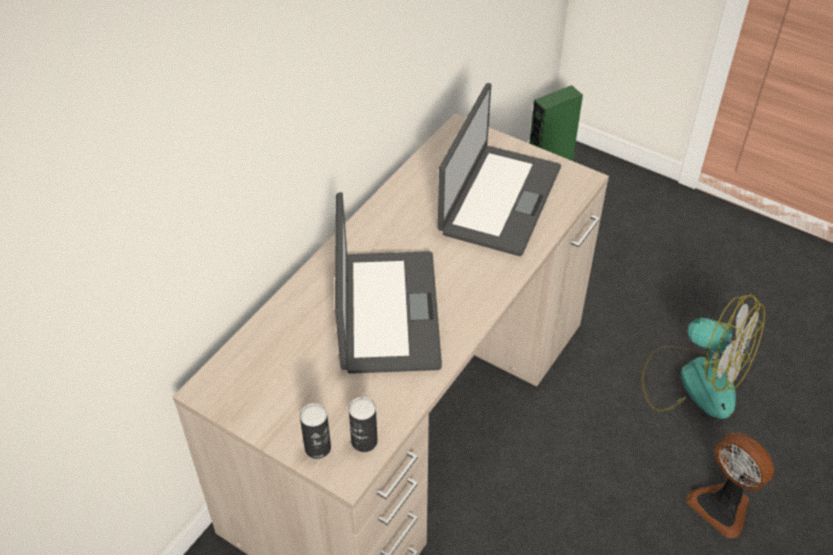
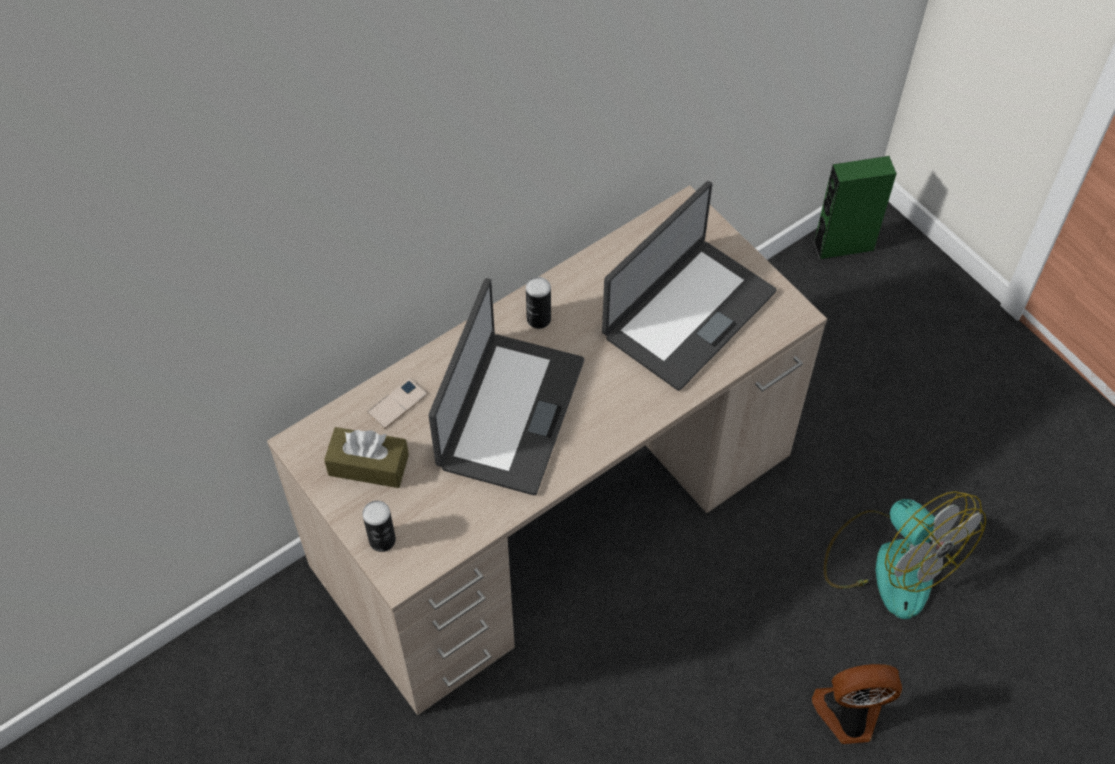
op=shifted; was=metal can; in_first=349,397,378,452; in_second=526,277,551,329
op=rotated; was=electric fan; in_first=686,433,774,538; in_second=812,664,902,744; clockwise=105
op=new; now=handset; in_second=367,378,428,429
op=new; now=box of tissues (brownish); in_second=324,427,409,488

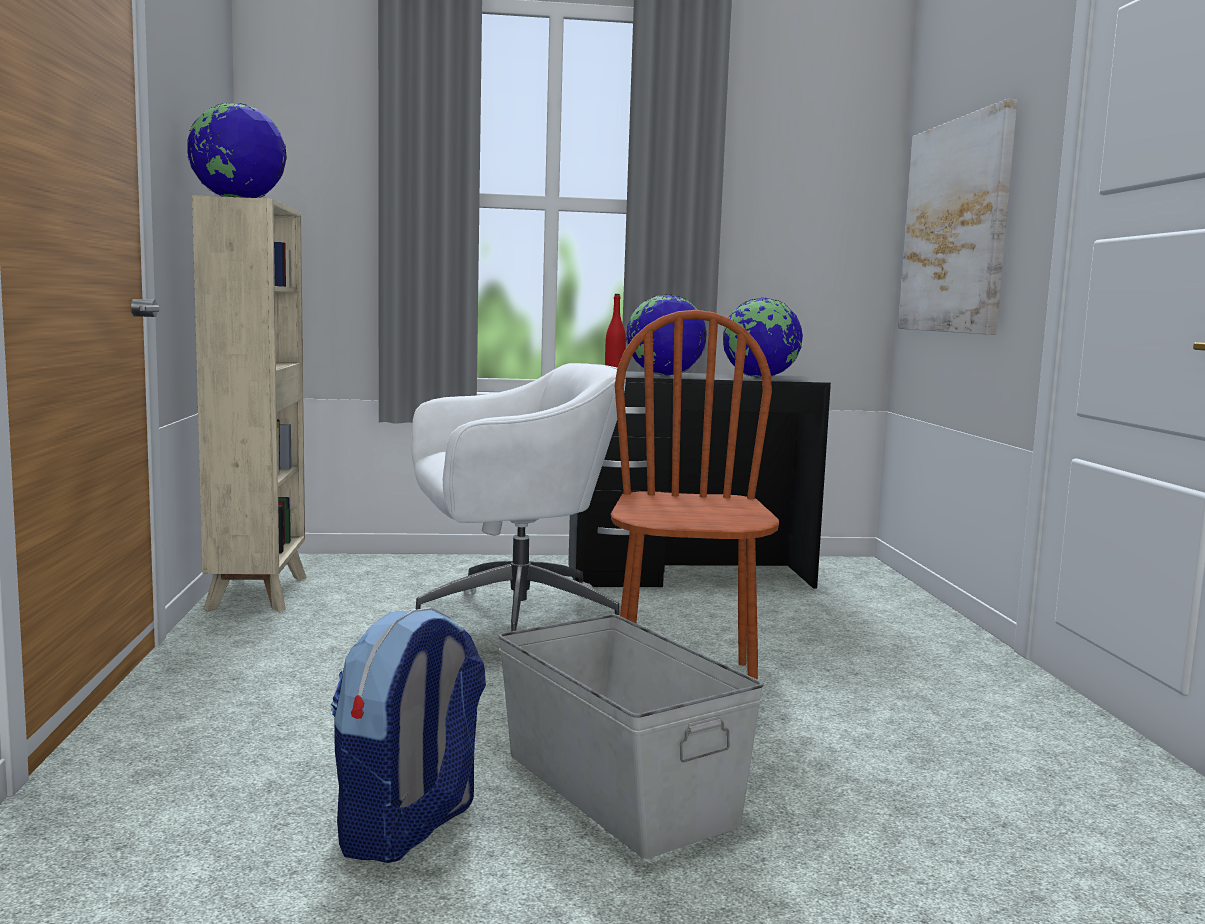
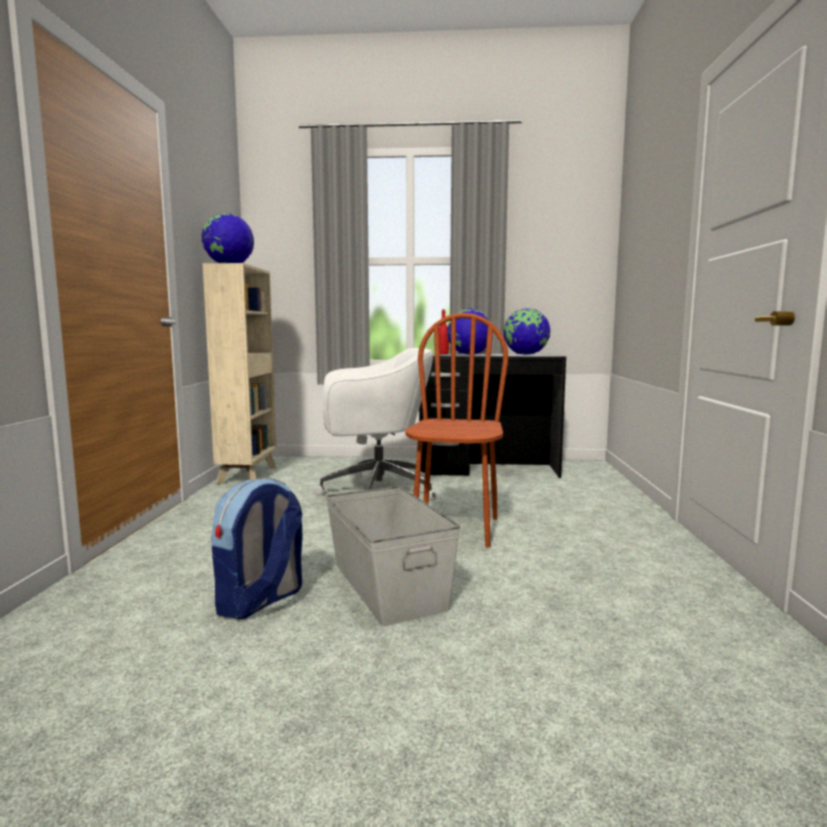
op=gone; was=wall art; in_first=898,99,1017,335

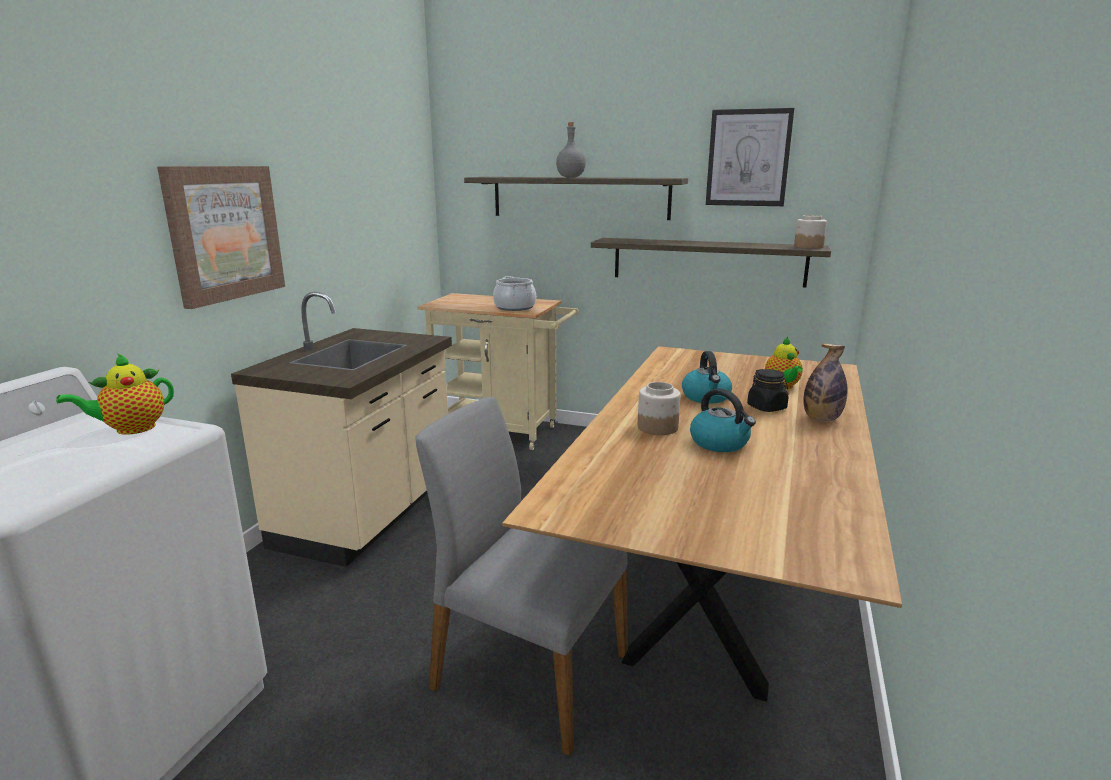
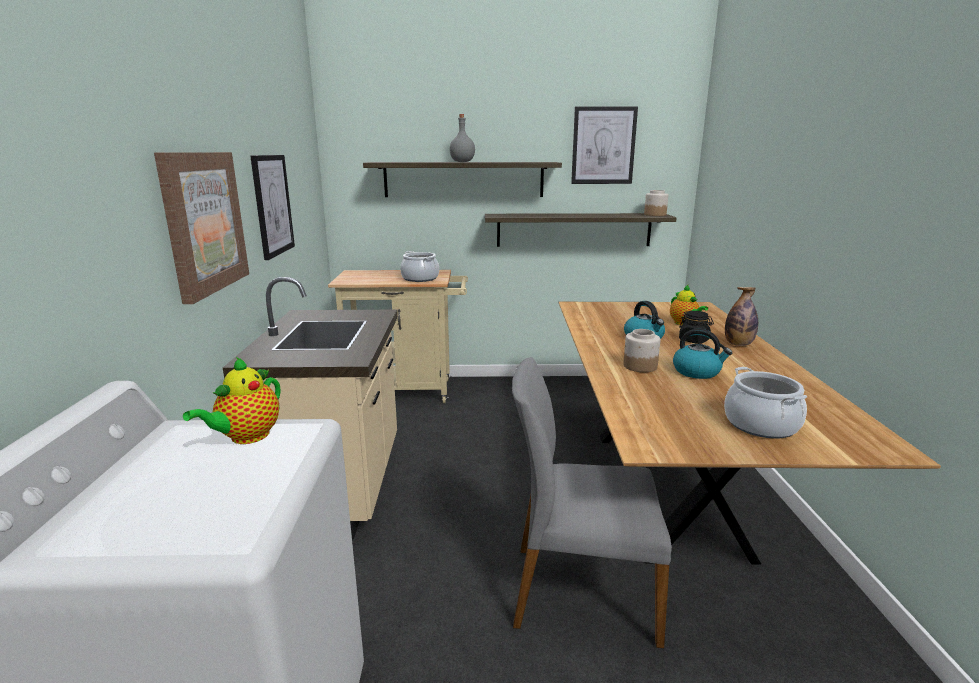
op=new; now=wall art; in_second=250,155,295,260
op=new; now=stockpot; in_second=724,367,807,438

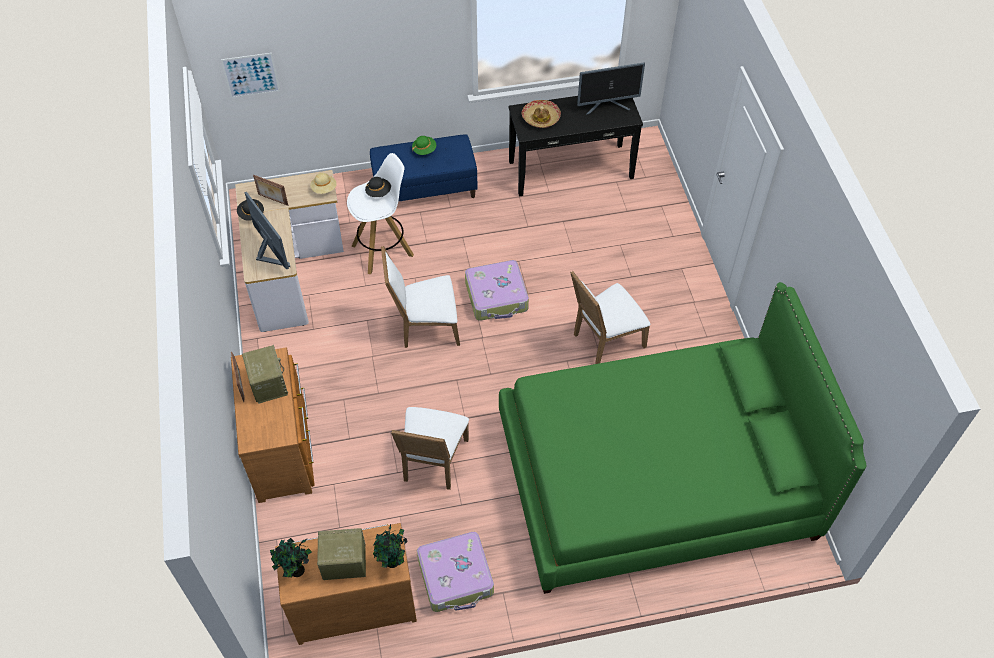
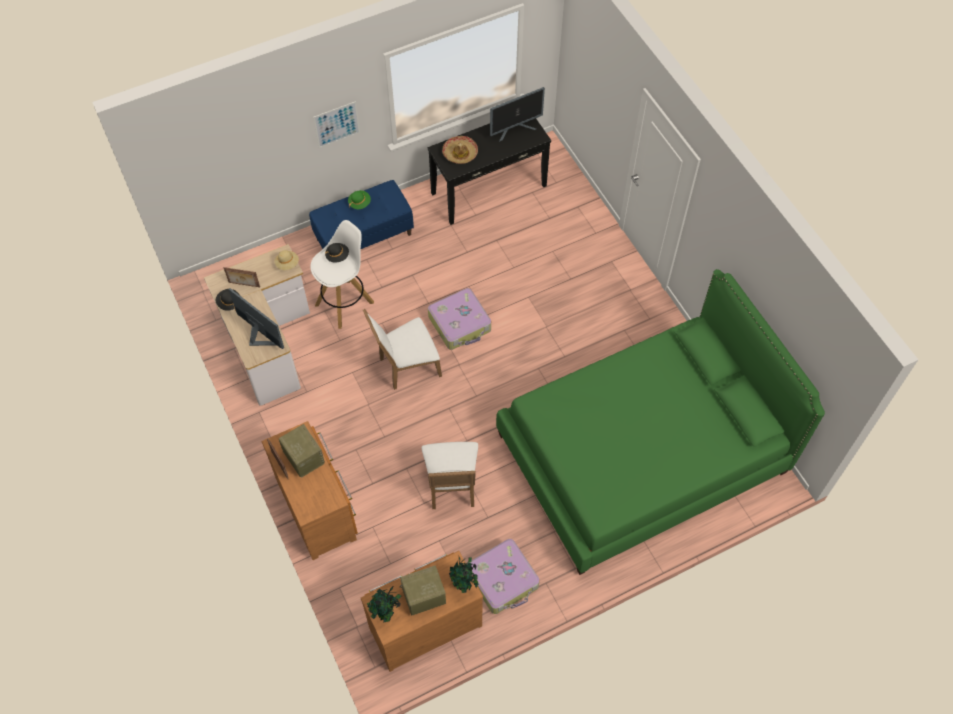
op=shifted; was=wall art; in_first=221,53,280,98; in_second=313,101,360,148
op=gone; was=upright chair (white-coloured); in_first=570,271,650,364

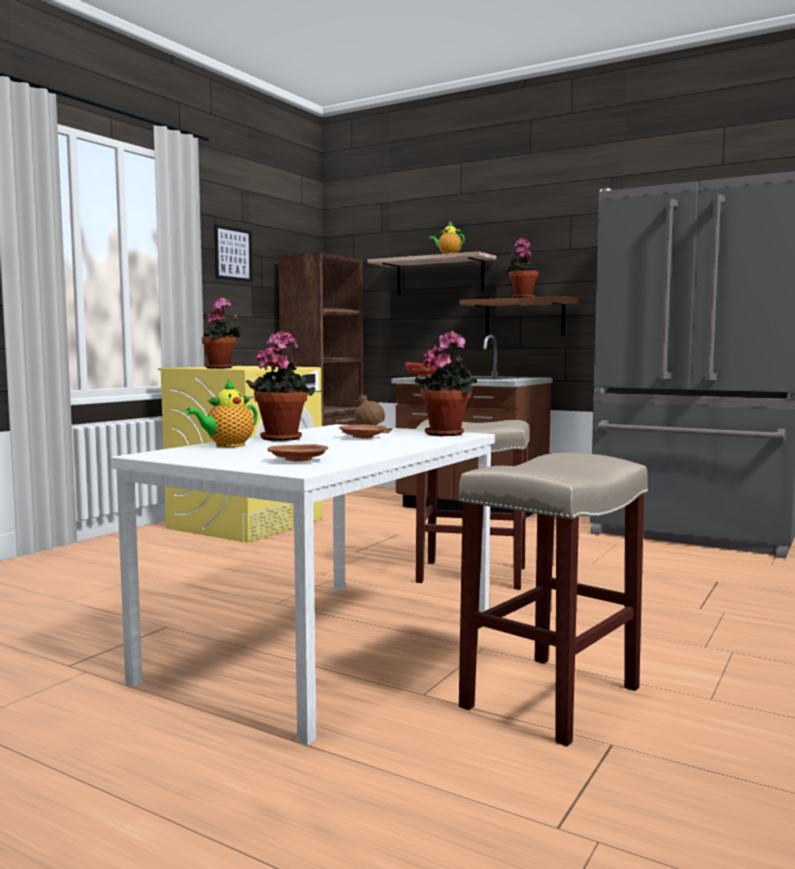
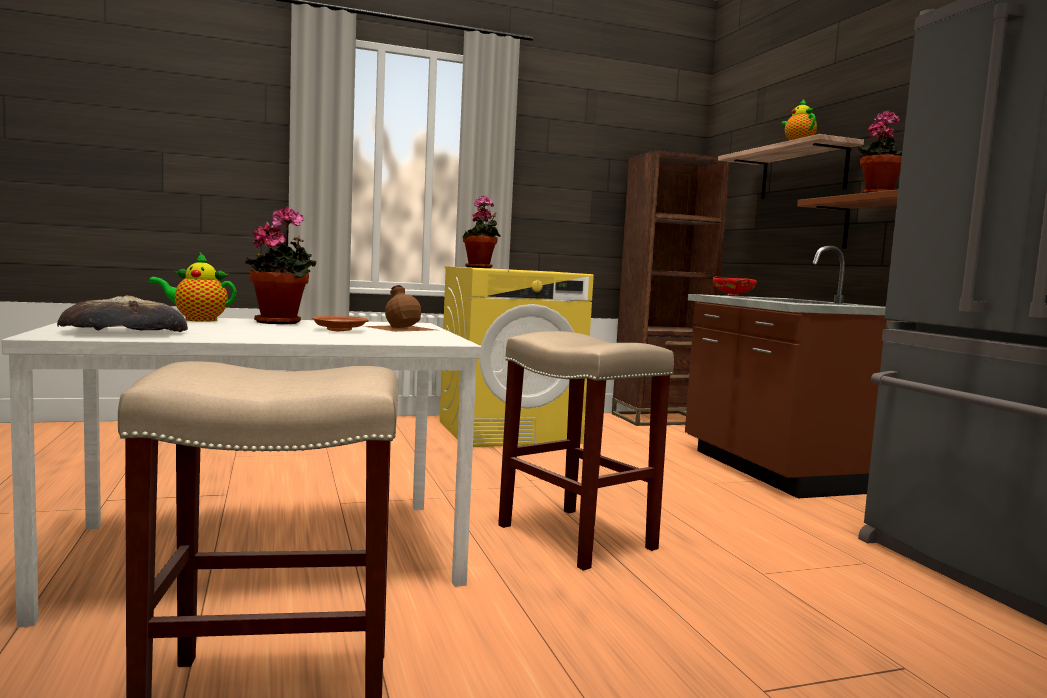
op=gone; was=wall art; in_first=214,224,253,282
op=gone; was=potted plant; in_first=414,331,477,436
op=swapped; was=flat dish (brownish); now=bakery bread; in_first=267,444,328,462; in_second=57,295,188,332

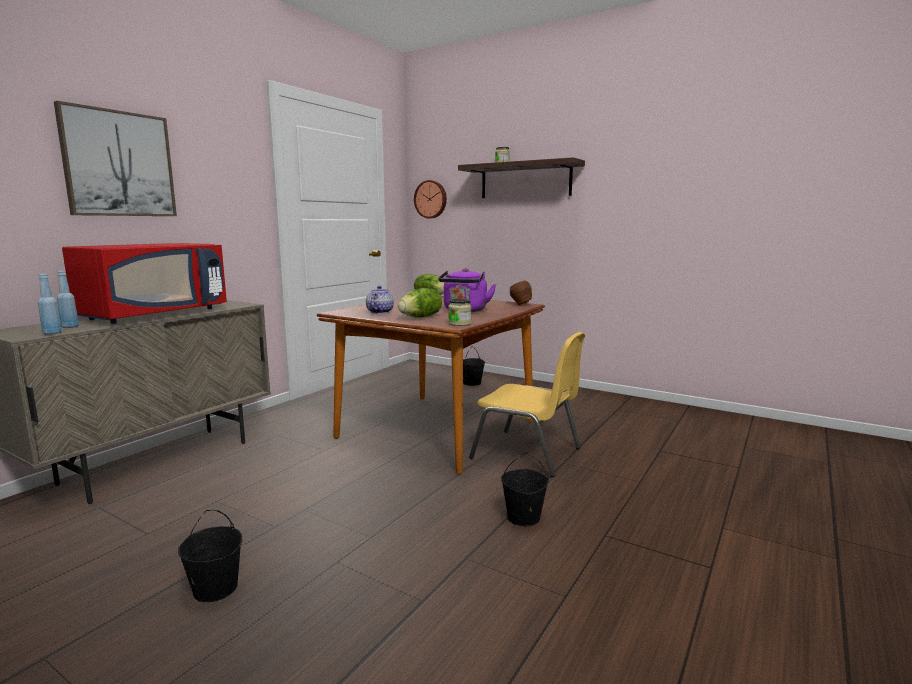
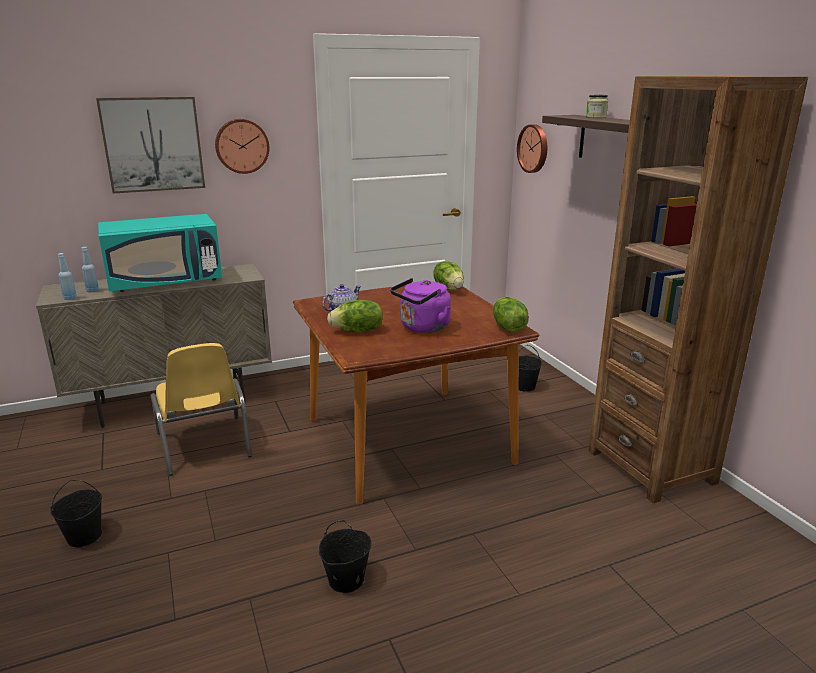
op=repainted; was=microwave (reddish); now=microwave (turquoise-coloured); in_first=62,243,227,324; in_second=98,214,222,292
op=swapped; was=bowl (brownish); now=lettuce; in_first=510,281,532,305; in_second=493,297,529,332
op=gone; was=preserve jar; in_first=448,299,471,326
op=shifted; was=upright chair (yellow); in_first=469,332,585,477; in_second=151,343,252,475
op=new; now=bookcase (brownish); in_second=588,76,808,504
op=new; now=clock on the wall; in_second=215,119,269,174

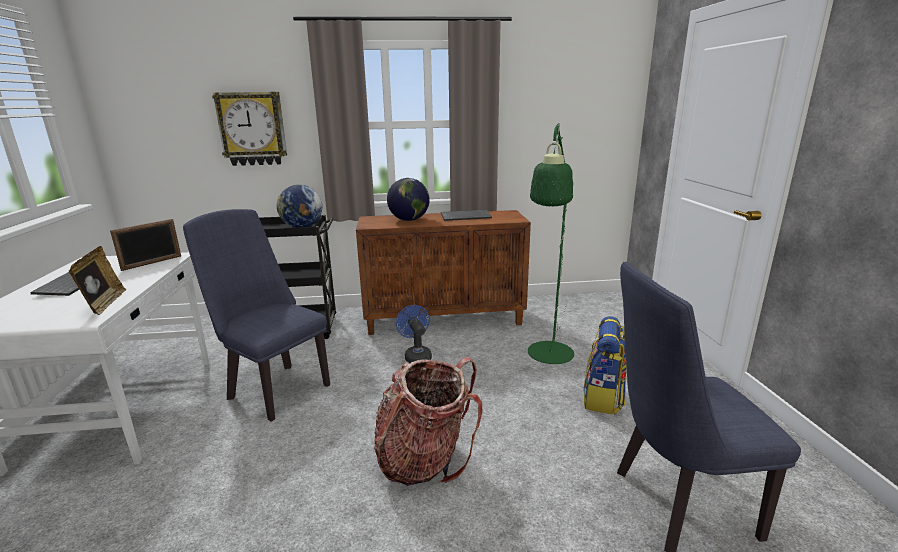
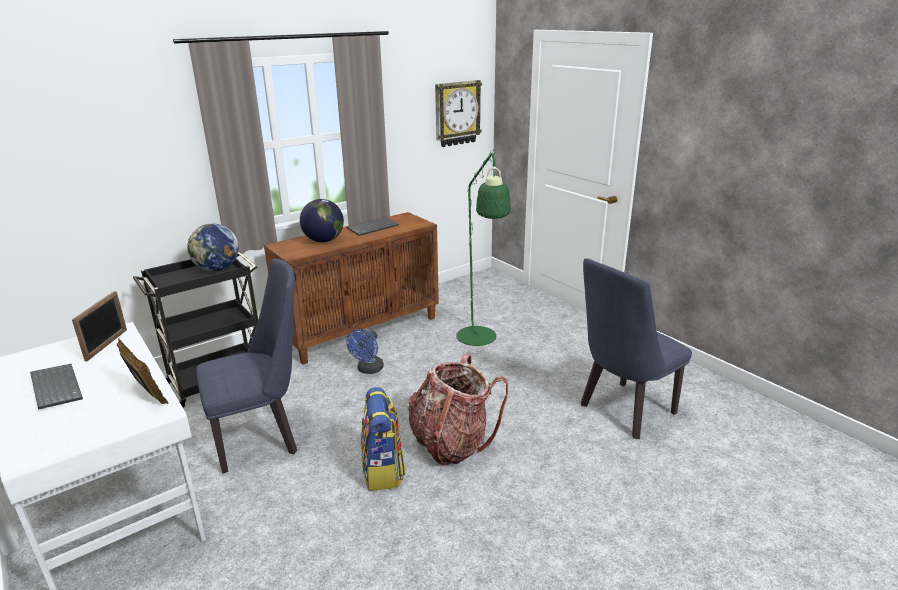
op=shifted; was=clock on the wall; in_first=212,92,287,166; in_second=435,80,482,147
op=rotated; was=upright chair (blue-coloured); in_first=183,209,330,422; in_second=196,259,297,473; clockwise=150
op=rotated; was=electric fan (blue-coloured); in_first=396,305,432,363; in_second=346,329,384,374; clockwise=-105
op=shifted; was=backpack; in_first=583,316,627,415; in_second=361,387,406,491

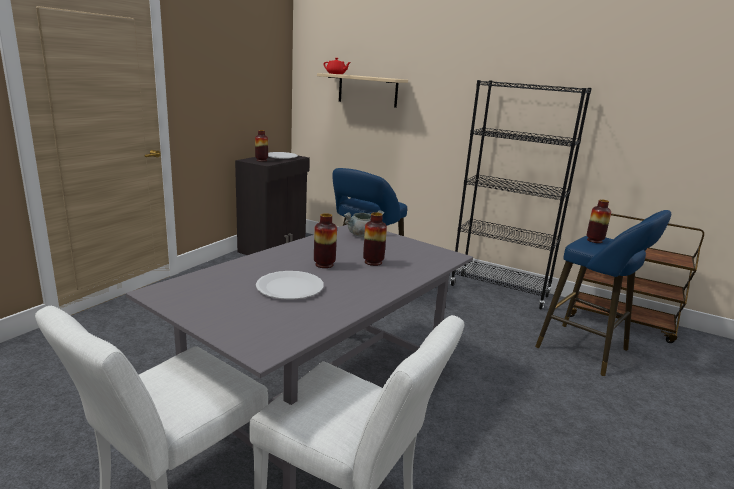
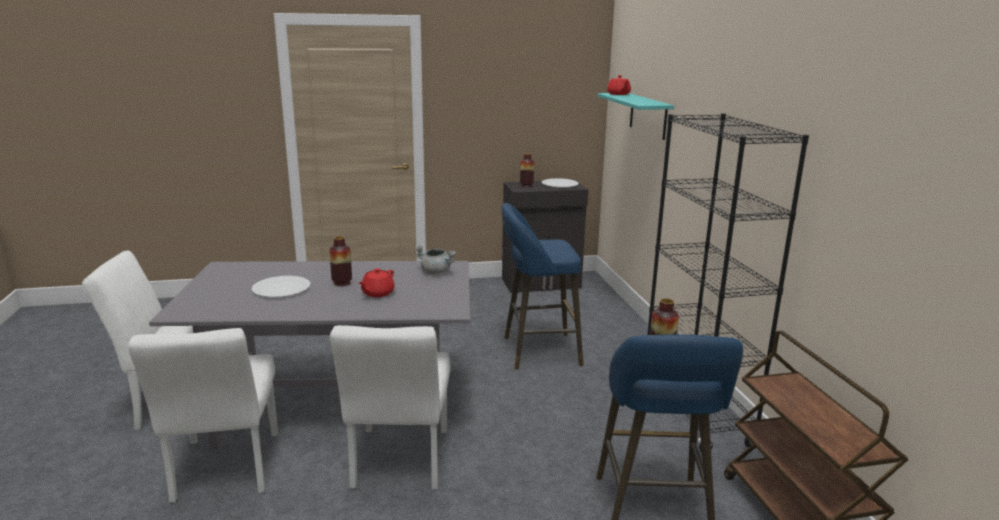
op=repainted; was=bracket shelf (beige-coloured); now=bracket shelf (turquoise-coloured); in_first=317,73,408,108; in_second=597,93,674,140
op=swapped; was=vase; now=tea pot (reddish); in_first=363,212,387,266; in_second=359,268,395,297
op=new; now=upright chair (white-coloured); in_second=330,325,450,489

